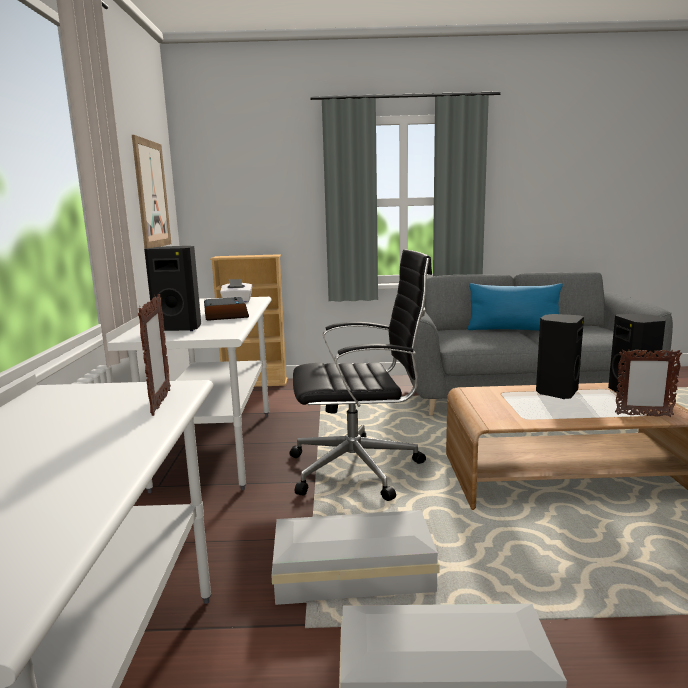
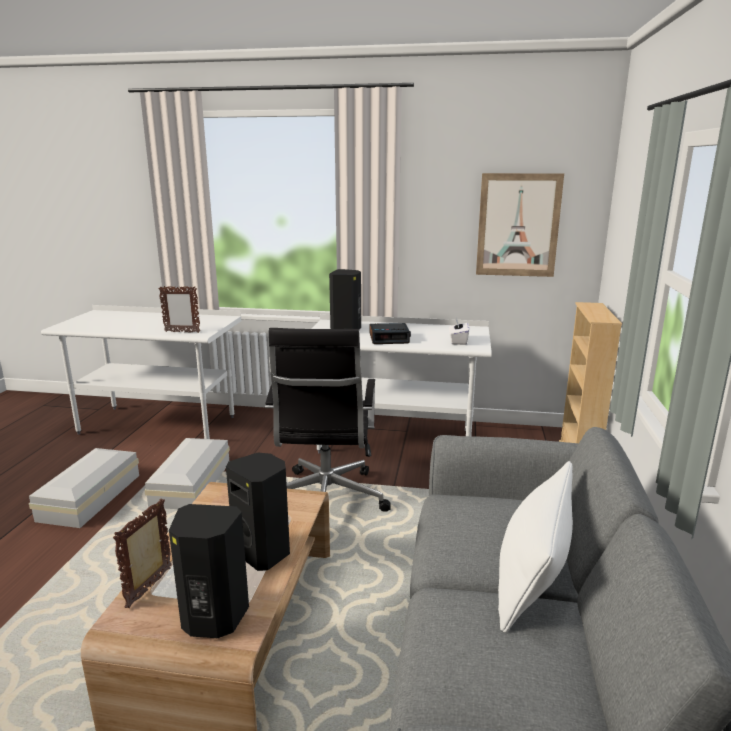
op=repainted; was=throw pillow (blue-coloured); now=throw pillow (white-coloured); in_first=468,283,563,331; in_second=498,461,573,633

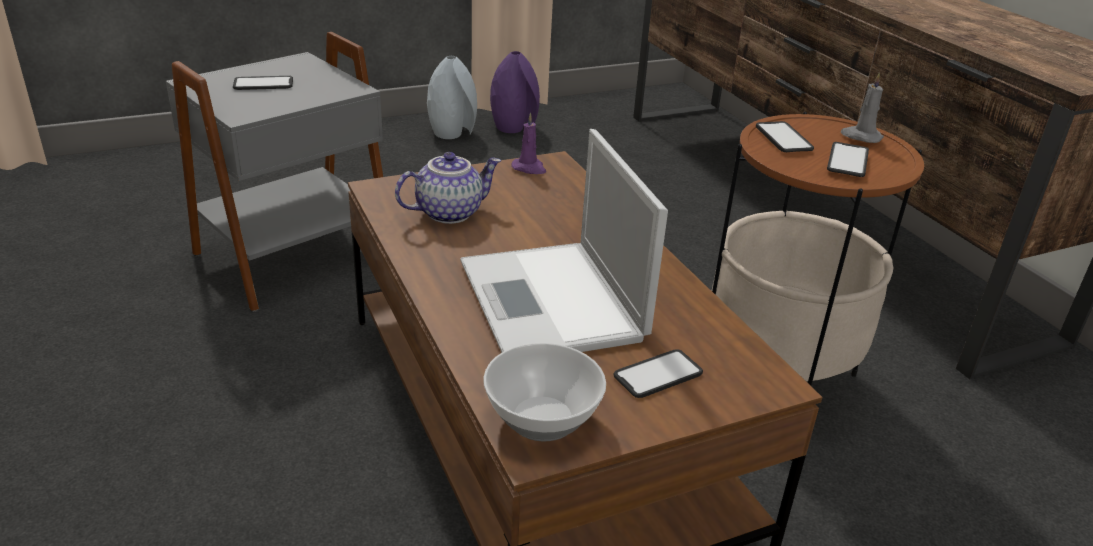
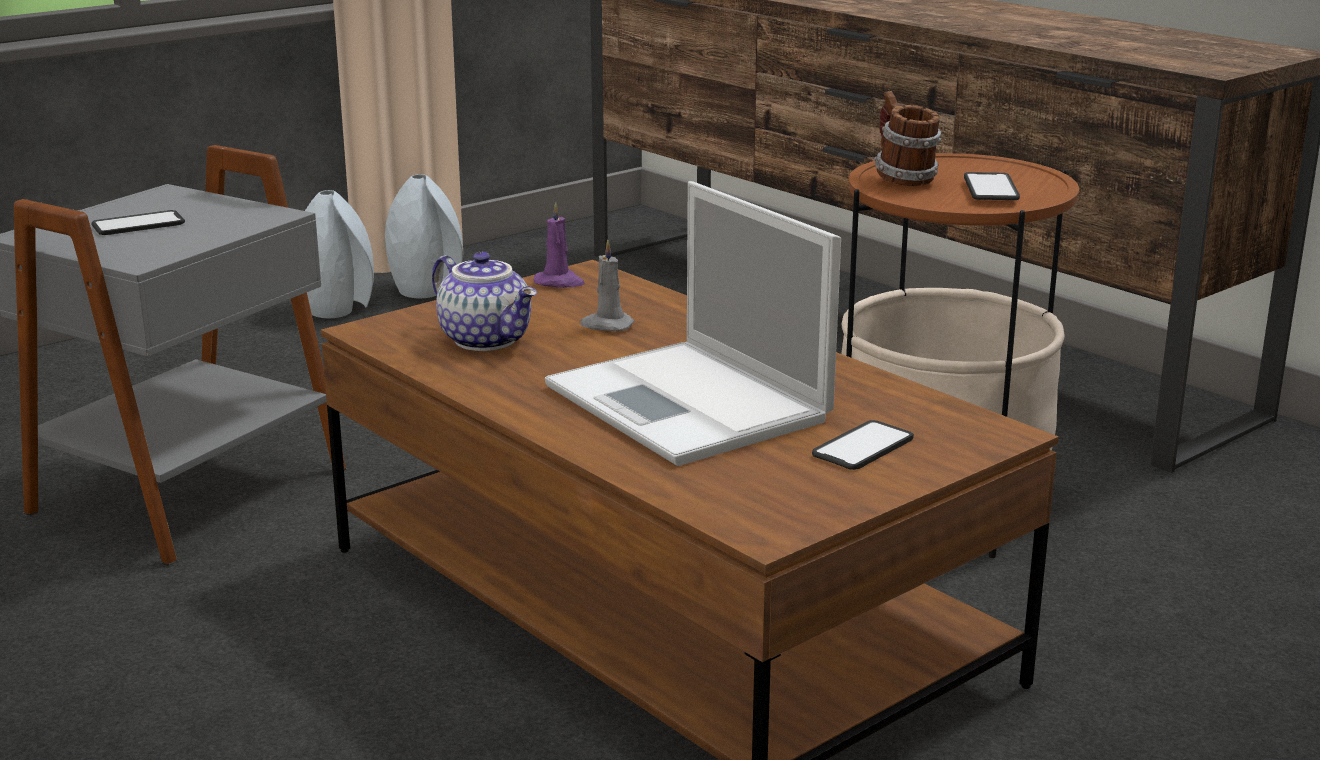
op=repainted; was=vase (purple-coloured); now=vase (grey); in_first=490,51,540,133; in_second=385,174,463,298
op=shifted; was=wax candle (grey); in_first=841,73,884,143; in_second=580,239,635,331
op=swapped; was=handset; now=tea mug; in_first=756,121,814,152; in_second=874,91,941,186
op=rotated; was=tea pot; in_first=395,152,501,224; in_second=432,252,537,351; clockwise=90
op=gone; was=bowl; in_first=483,343,606,441

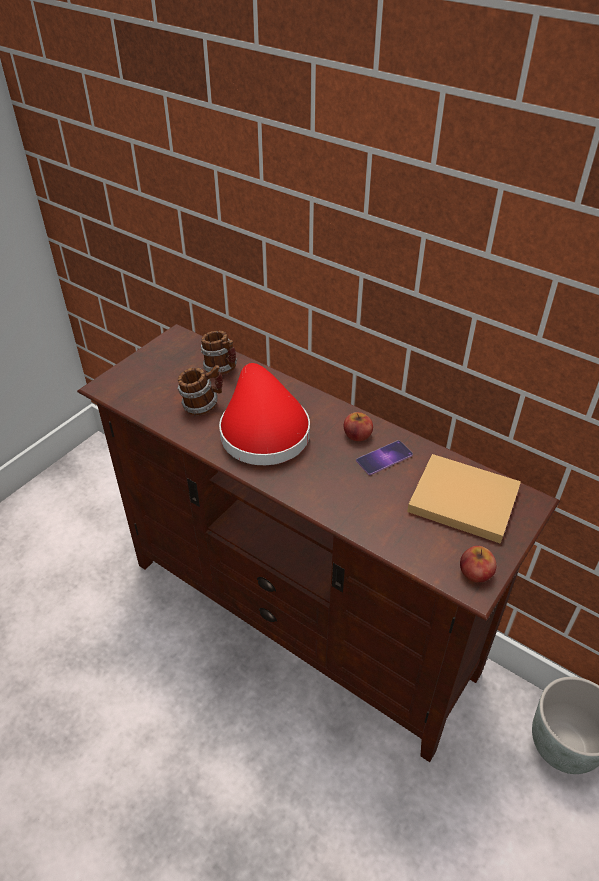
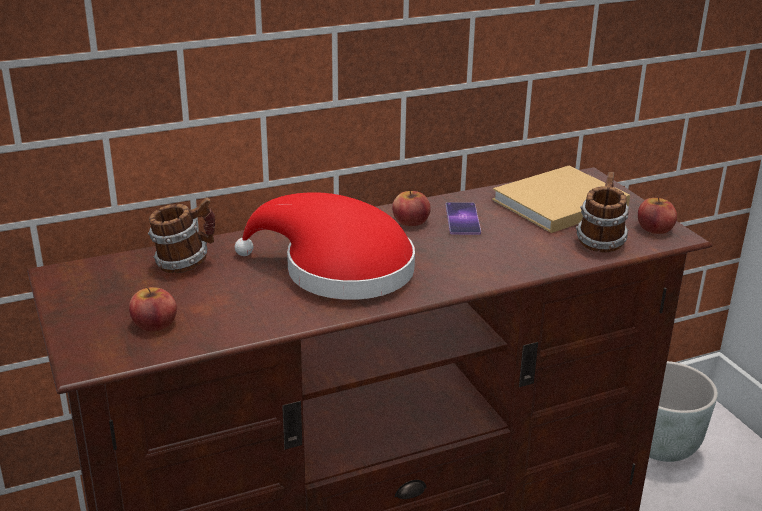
op=shifted; was=tea mug; in_first=177,365,223,415; in_second=576,172,629,253
op=new; now=apple fruit; in_second=129,286,177,331

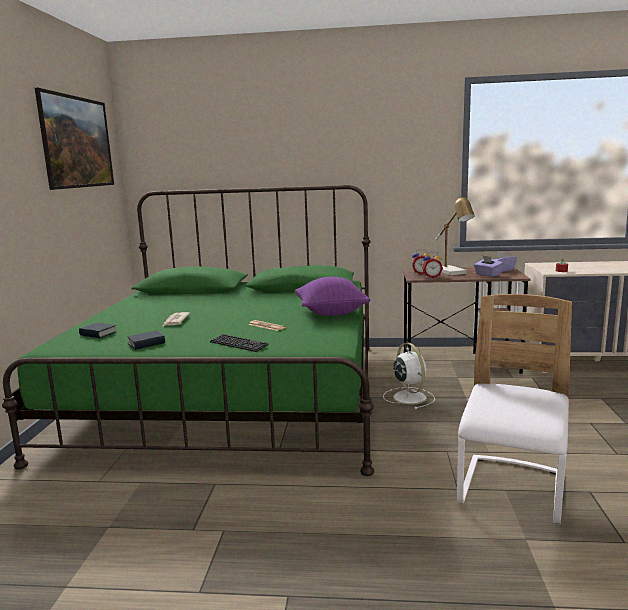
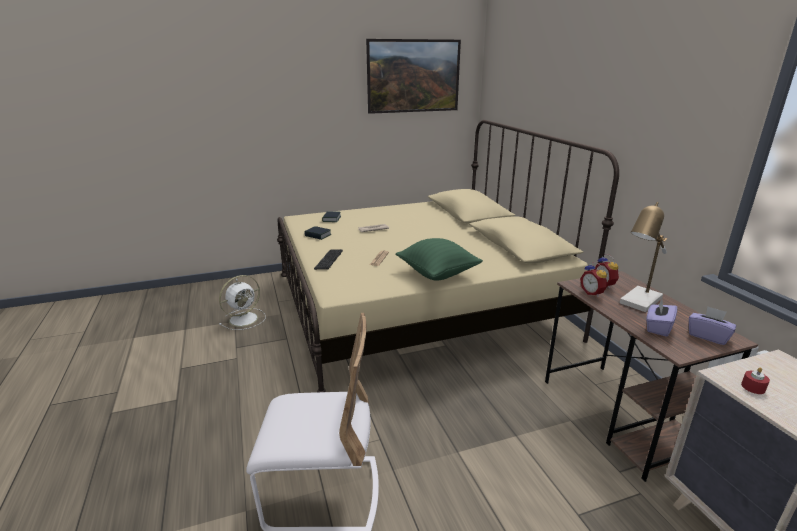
op=repainted; was=bed (green); now=bed (beige-coloured); in_first=2,185,374,476; in_second=277,120,619,392
op=repainted; was=throw pillow (purple-coloured); now=throw pillow (green); in_first=295,277,370,316; in_second=395,238,483,280
op=shifted; was=electric fan (white-coloured); in_first=383,343,435,409; in_second=219,275,266,330

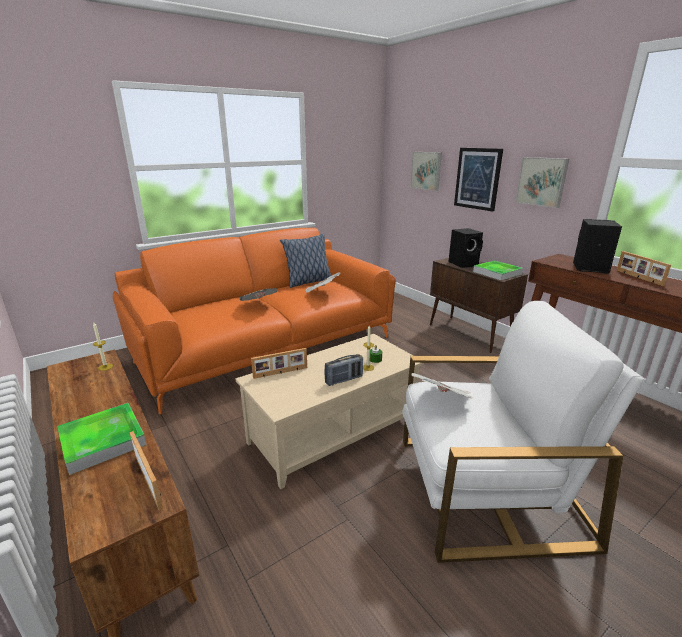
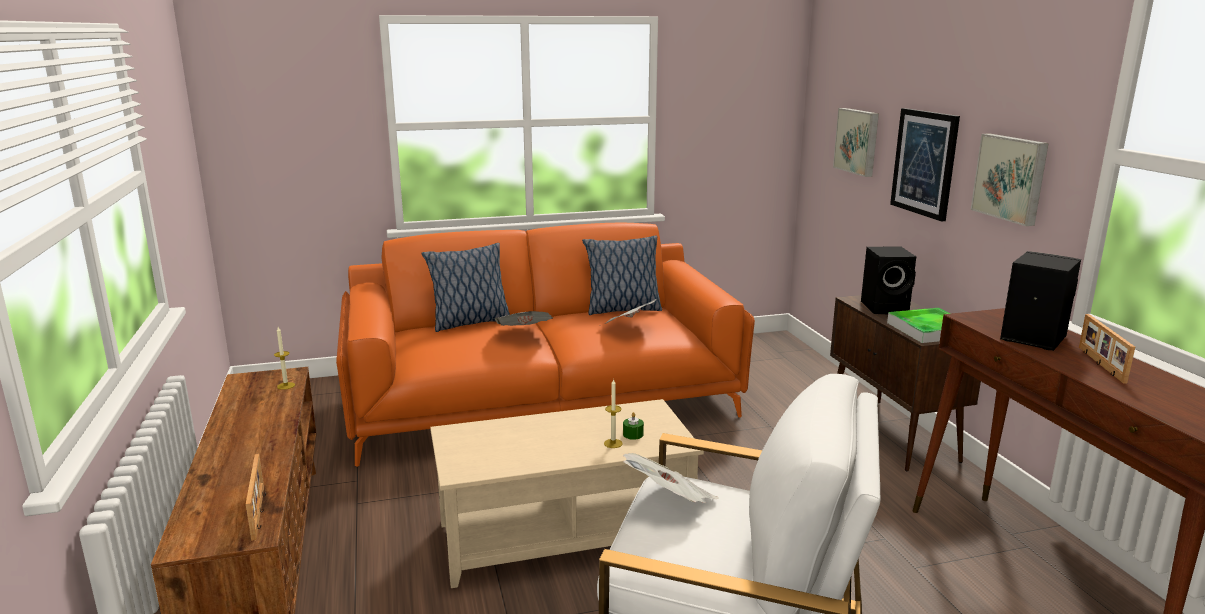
op=gone; was=standing frame; in_first=251,348,307,379
op=gone; was=radio receiver; in_first=324,354,363,386
op=gone; was=serving tray; in_first=57,403,146,475
op=new; now=throw pillow; in_second=421,243,510,332

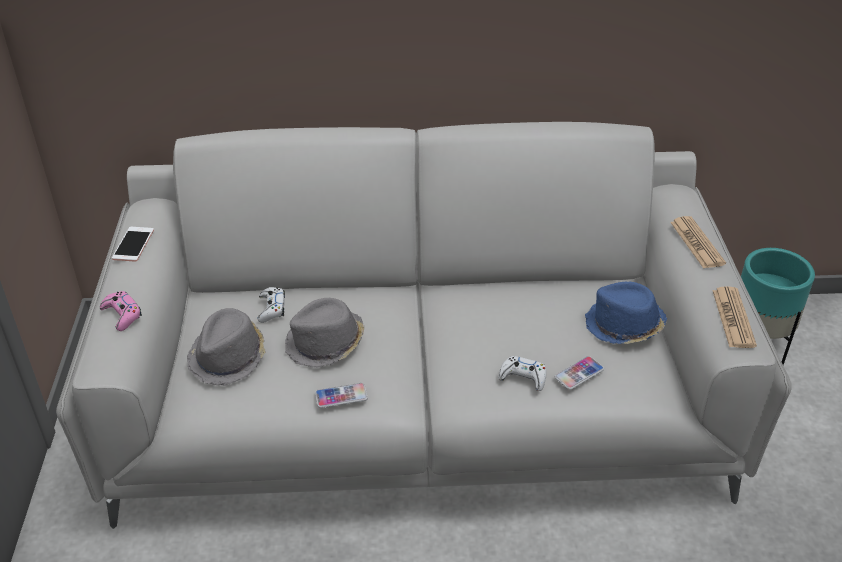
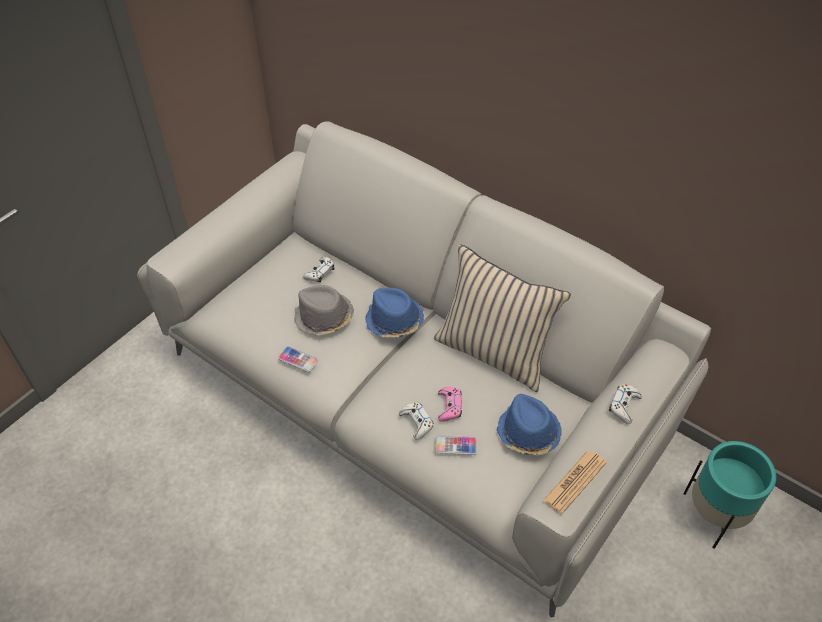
op=swapped; was=printed paper; now=gamepad (white-coloured); in_first=670,216,726,269; in_second=609,384,642,424
op=gone; was=handset; in_first=112,227,154,262
op=shifted; was=gamepad (pink-coloured); in_first=100,291,142,331; in_second=438,387,462,422
op=gone; was=hat (grey); in_first=187,308,266,386
op=new; now=throw pillow (beige-coloured); in_second=434,244,571,392
op=new; now=hat (blue-coloured); in_second=365,288,424,338

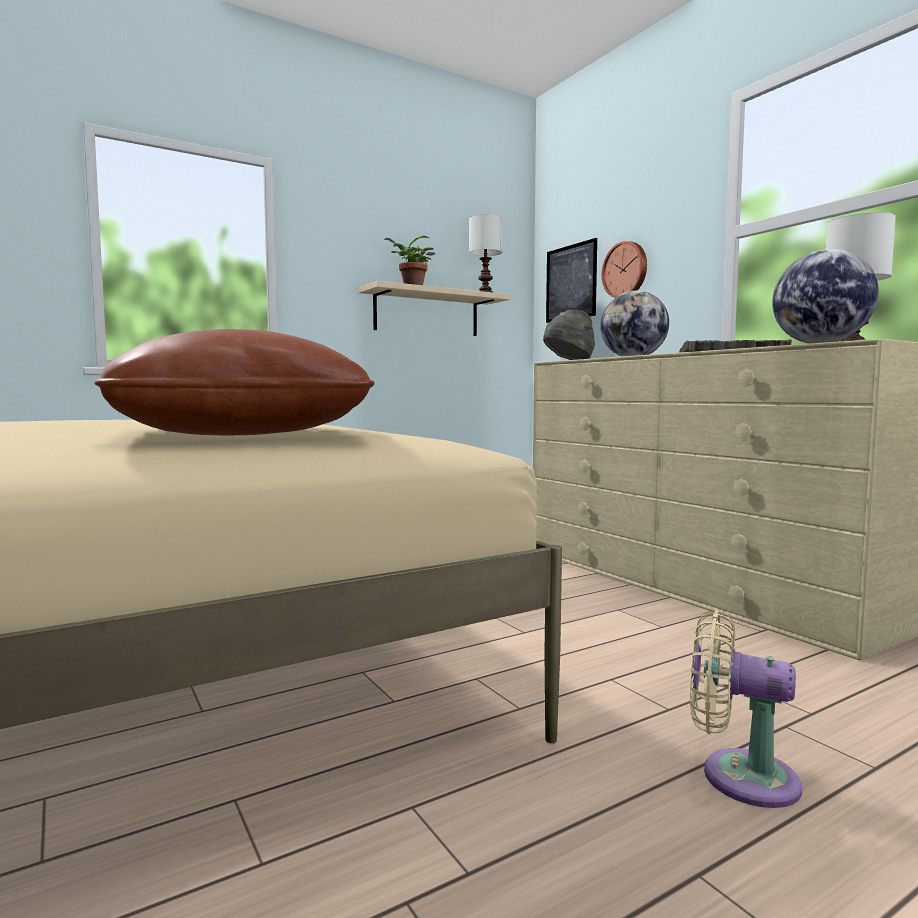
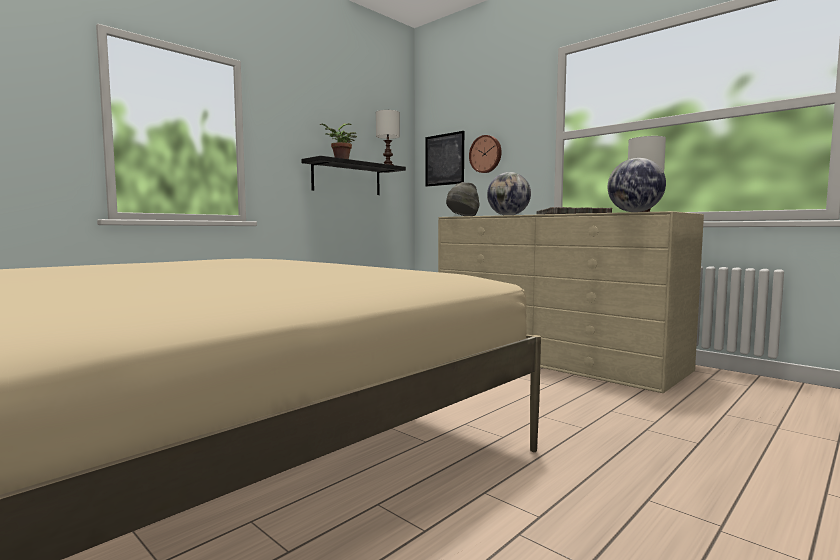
op=repainted; was=bracket shelf (beige-coloured); now=bracket shelf (blackish); in_first=359,281,511,336; in_second=301,156,406,195
op=gone; was=throw pillow (brownish); in_first=94,329,374,436
op=gone; was=electric fan (beige-coloured); in_first=690,610,802,808

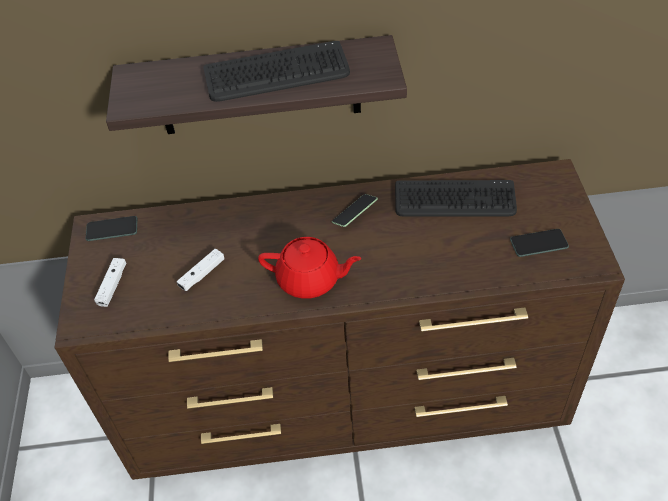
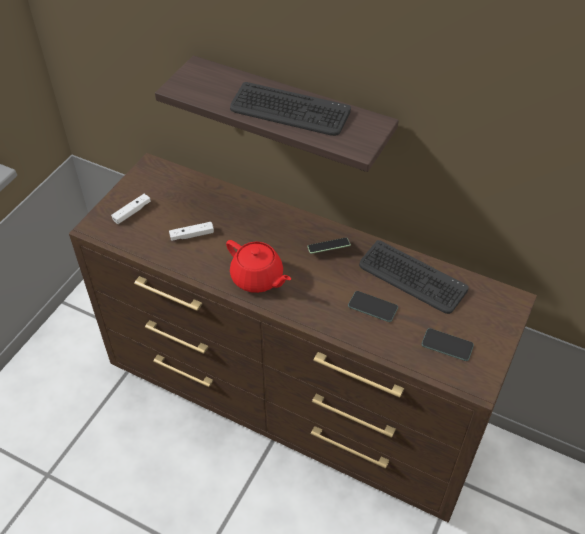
op=shifted; was=handset; in_first=86,216,137,241; in_second=348,291,398,322

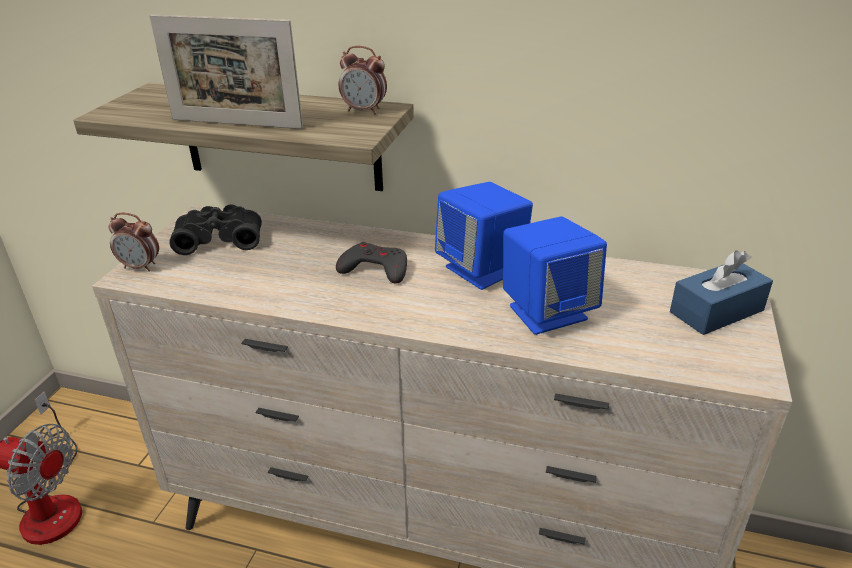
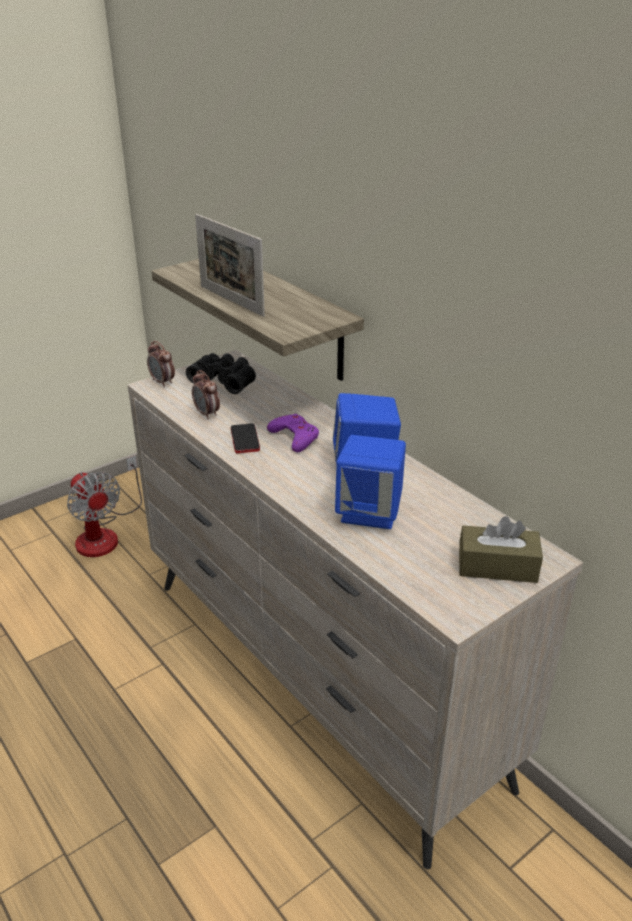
op=shifted; was=table clock; in_first=339,46,387,115; in_second=192,370,220,419
op=repainted; was=gamepad (grey); now=gamepad (purple-coloured); in_first=336,242,407,283; in_second=267,414,319,452
op=repainted; was=box of tissues (blue-coloured); now=box of tissues (brownish); in_first=670,250,773,335; in_second=459,516,543,583
op=new; now=handset; in_second=231,423,260,453

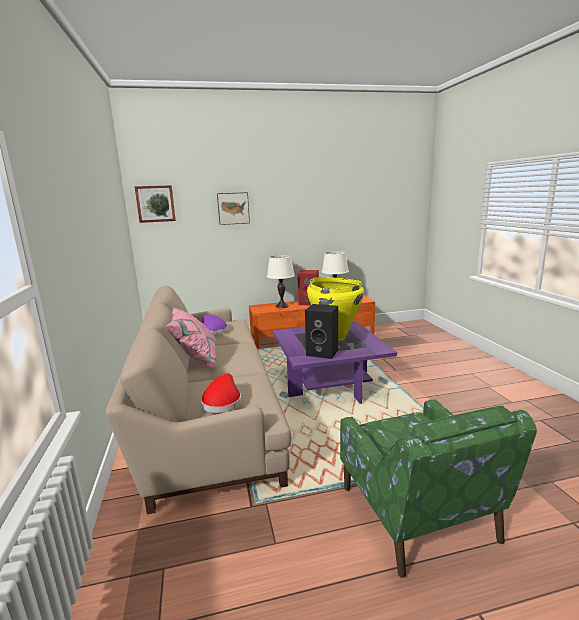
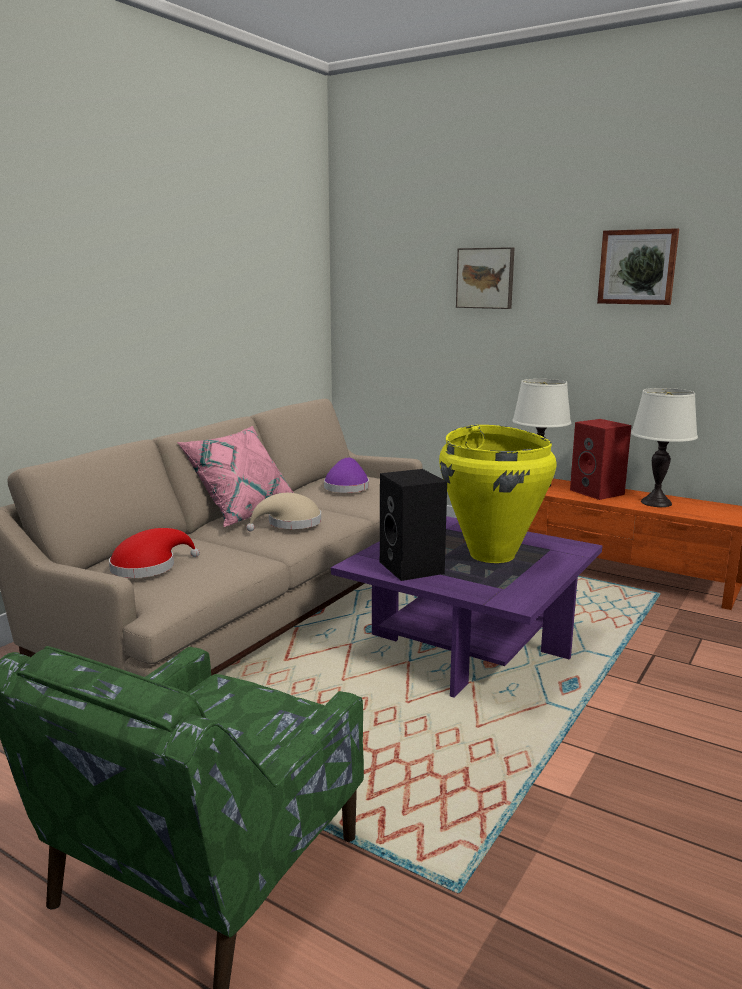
op=shifted; was=wall art; in_first=135,185,176,223; in_second=597,228,679,305
op=new; now=hat (beige-coloured); in_second=246,493,321,531

